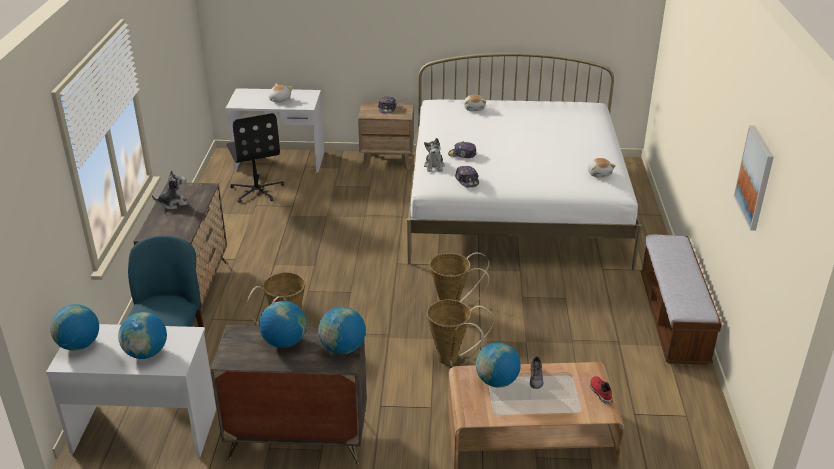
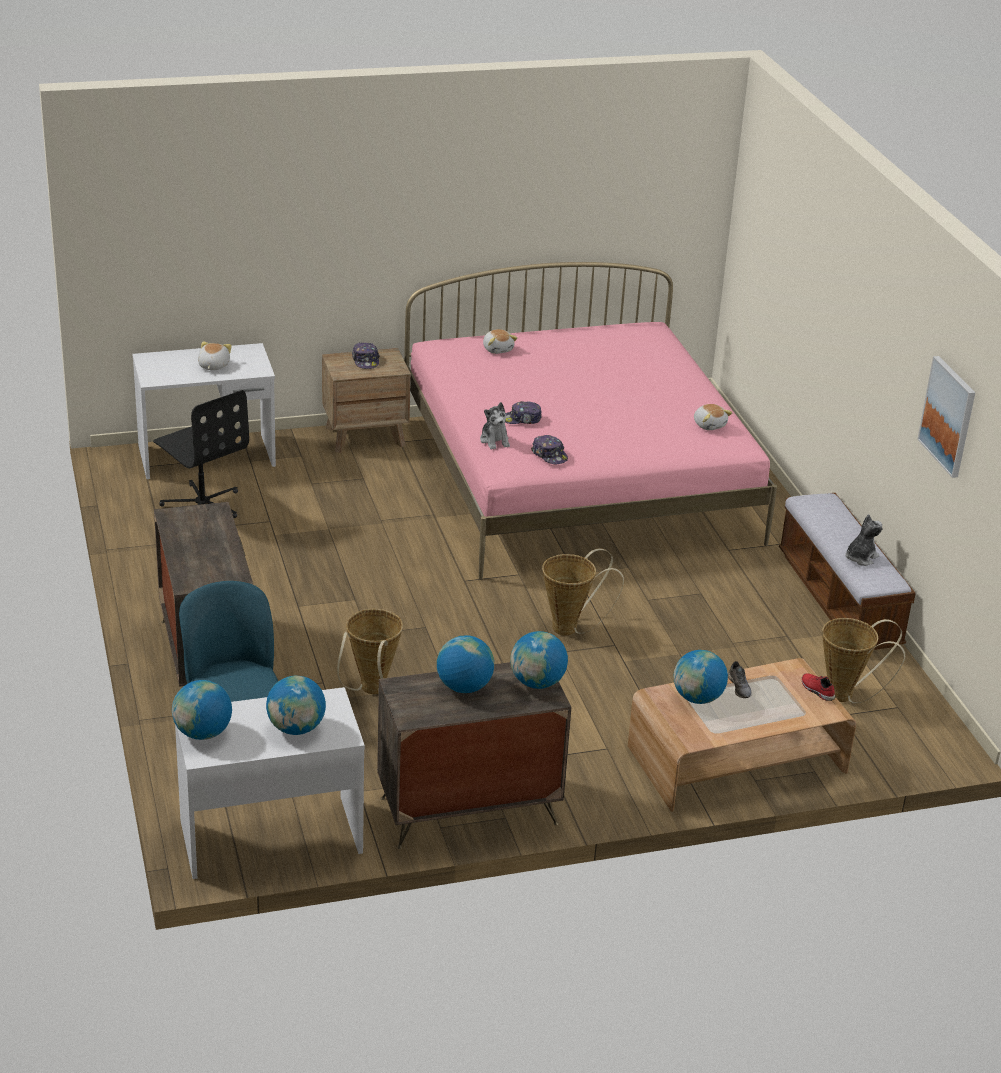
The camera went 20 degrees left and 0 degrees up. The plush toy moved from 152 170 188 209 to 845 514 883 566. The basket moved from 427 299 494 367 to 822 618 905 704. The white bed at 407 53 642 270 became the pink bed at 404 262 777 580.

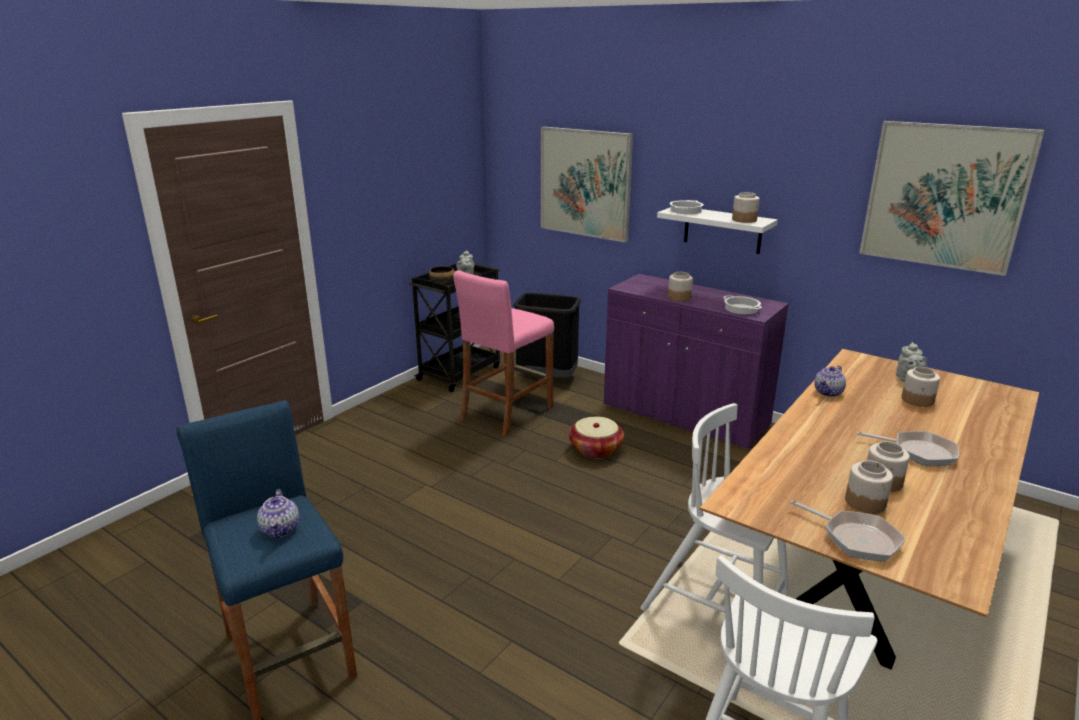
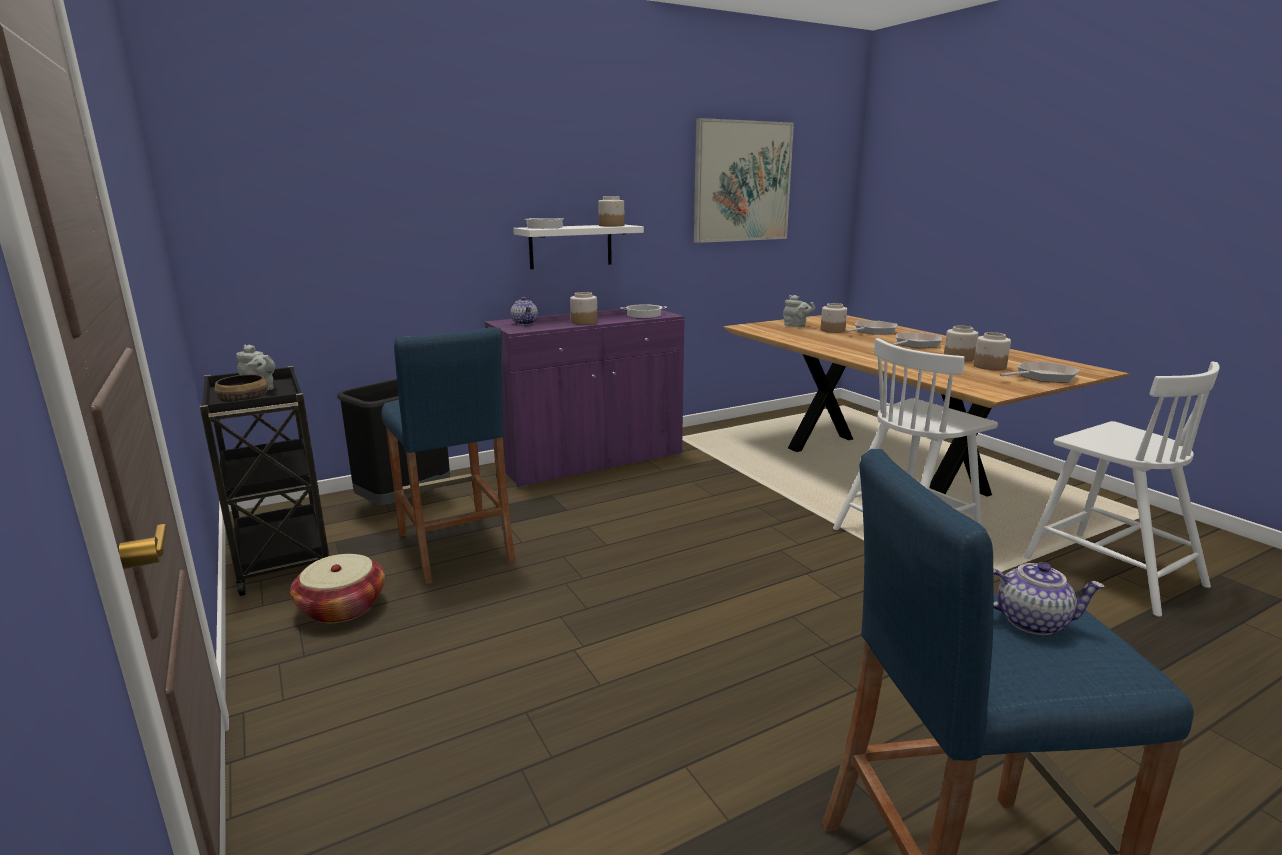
The camera went 65 degrees left and 5 degrees down. The picture at 541 127 633 243 disappeared. The frying pan at 846 321 897 335 appeared. The basket moved from 569 417 624 459 to 290 554 385 623. The teapot moved from 814 366 846 397 to 511 297 538 325. The pink stool at 453 270 554 437 became the blue stool at 381 327 515 584.

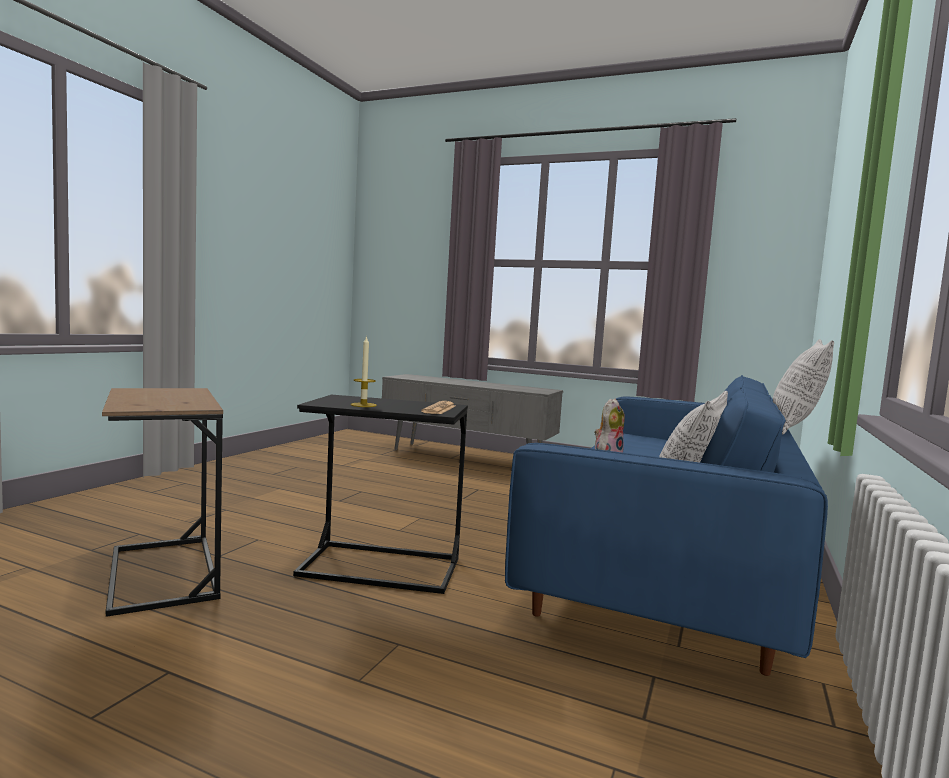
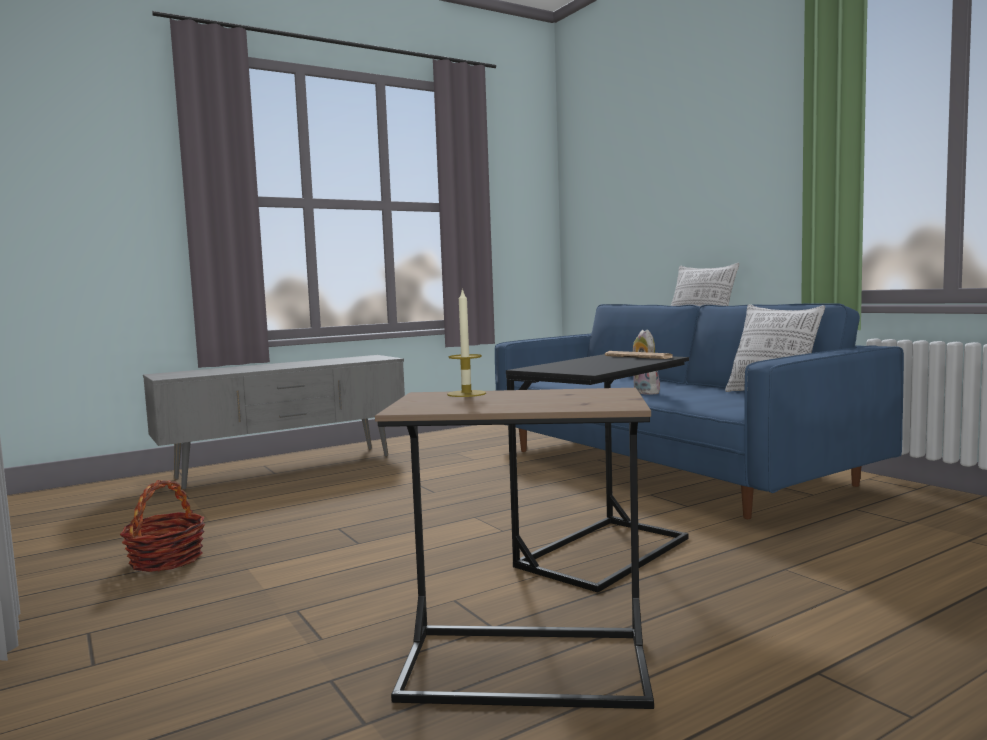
The camera went 55 degrees left and 0 degrees up. The basket at 120 480 205 572 appeared. The candle moved from 351 336 377 407 to 447 288 486 397.

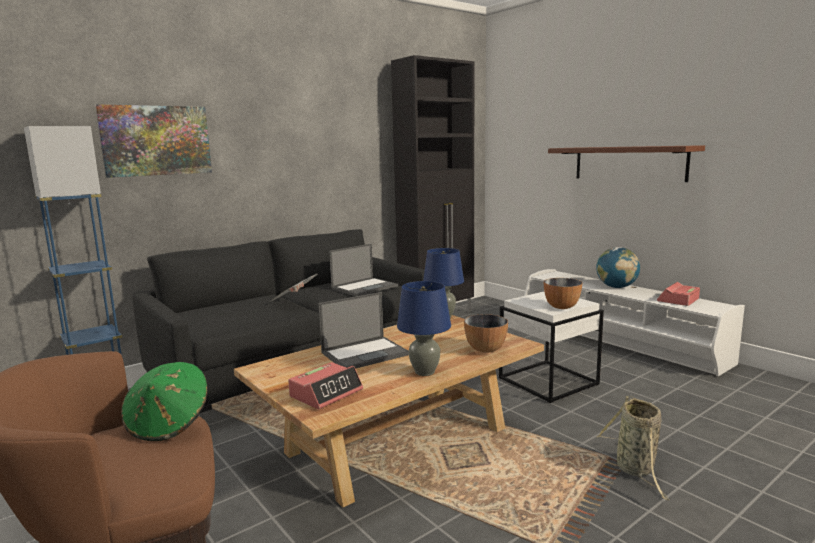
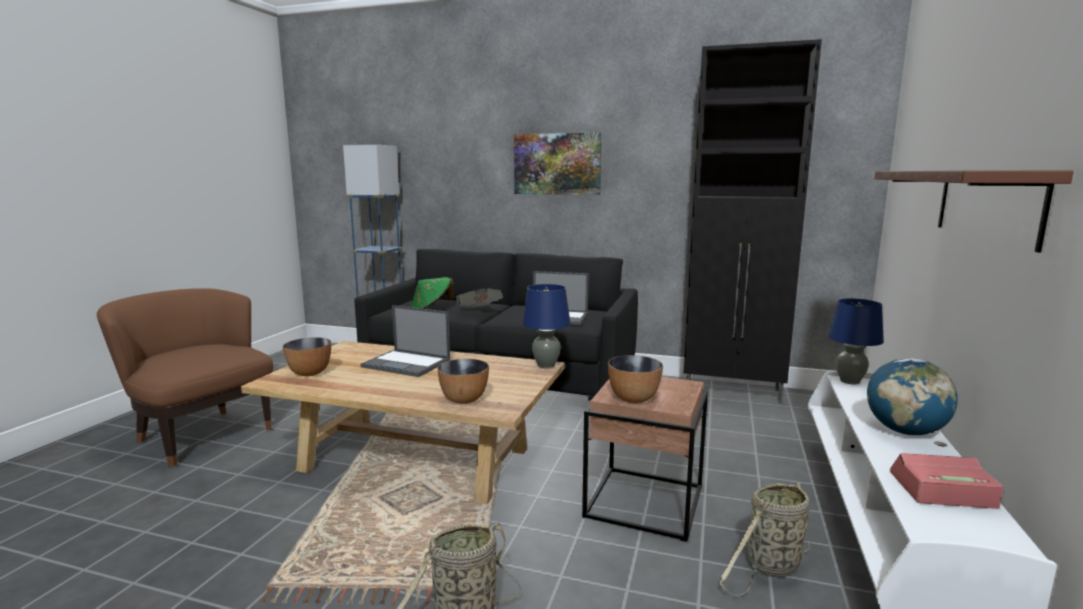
The camera went 55 degrees right and 0 degrees up. The basket at 719 482 810 596 appeared. The picture moved from 95 104 212 177 to 514 133 602 195. The green hat moved from 121 362 208 441 to 411 277 454 309. The blue table lamp moved from 397 281 451 376 to 828 298 884 384. The alarm clock at 288 362 363 409 was replaced by the bowl at 283 337 331 376. The white side table at 499 292 604 403 became the brown side table at 582 377 708 542.

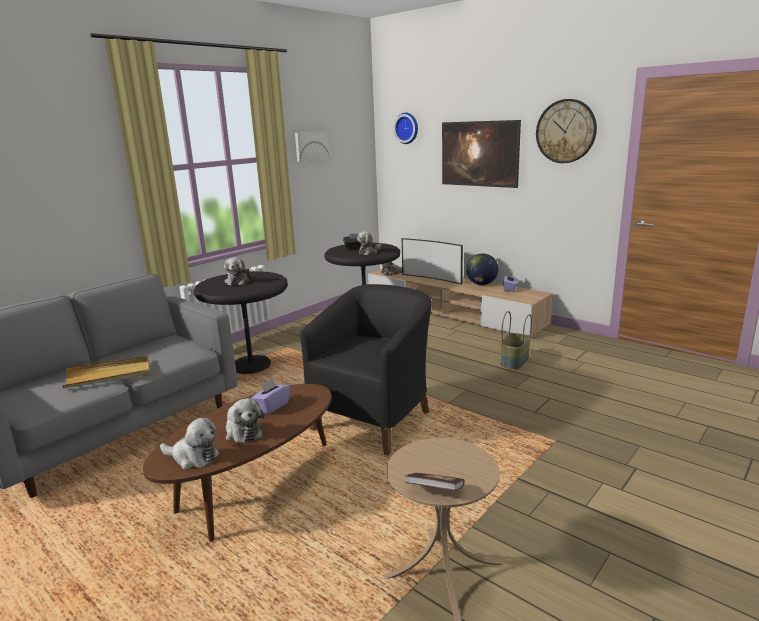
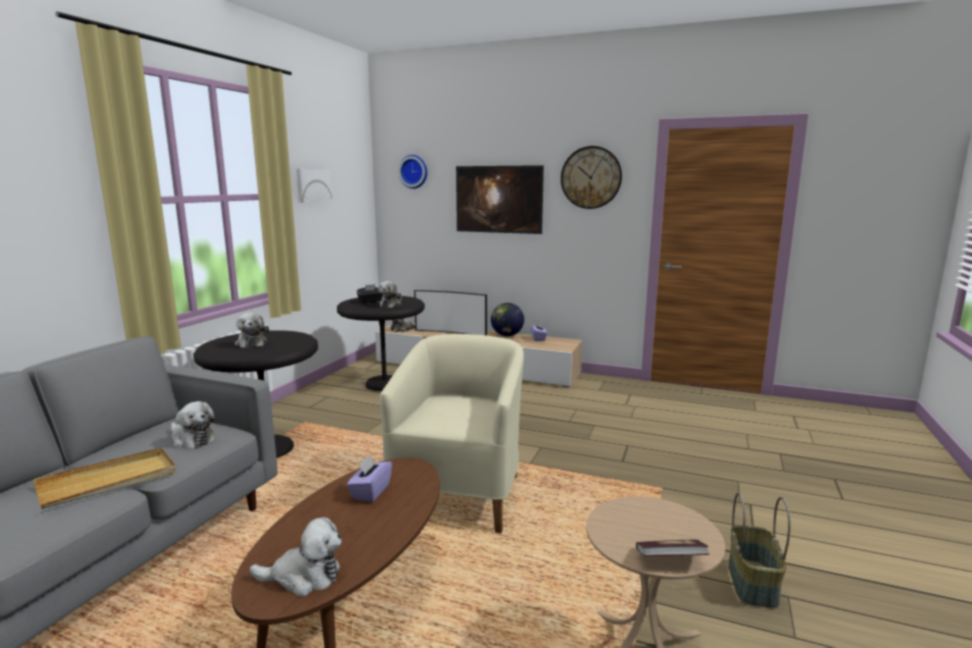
The camera went 20 degrees left and 5 degrees down. The plush toy moved from 226 398 264 443 to 170 401 216 449. The basket moved from 501 311 532 369 to 729 492 791 609. The black armchair at 300 284 432 456 became the beige armchair at 380 334 524 533.

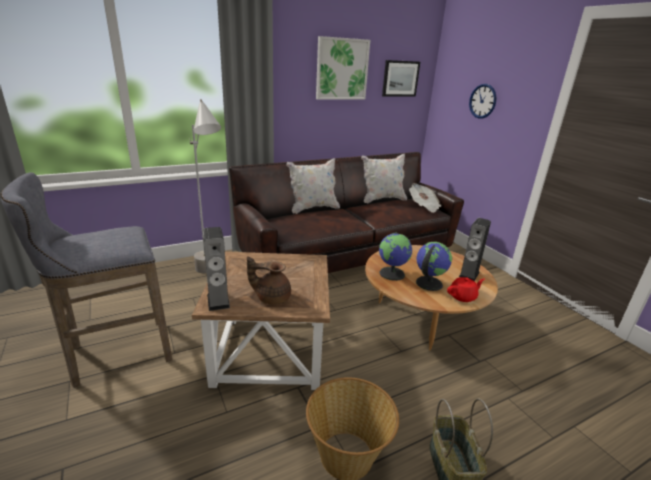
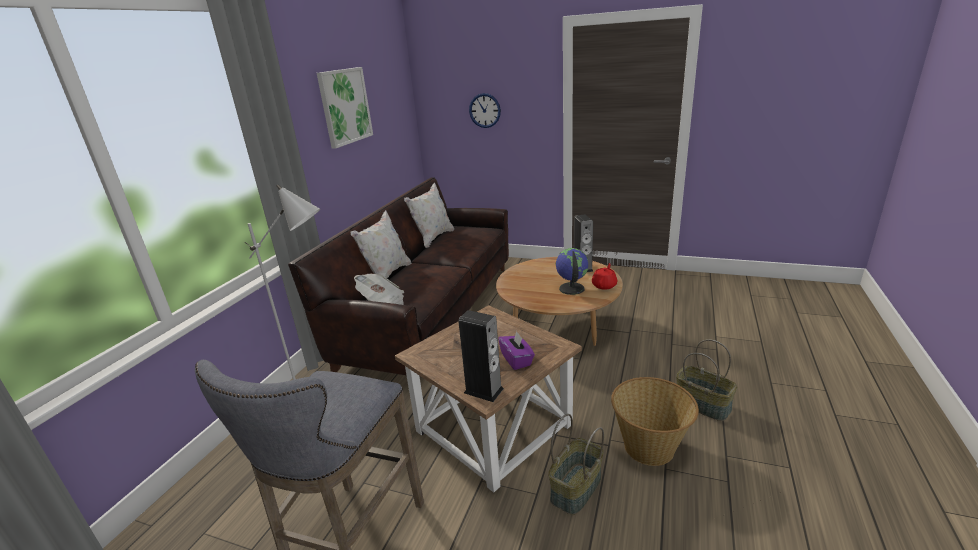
The camera went 40 degrees left and 0 degrees up. The globe at 379 232 413 281 disappeared. The picture at 382 60 420 97 disappeared. The basket at 548 414 604 515 appeared. The newspaper moved from 409 183 441 213 to 354 274 404 305. The brown teapot at 247 256 291 305 was replaced by the purple tissue box at 498 331 535 370.

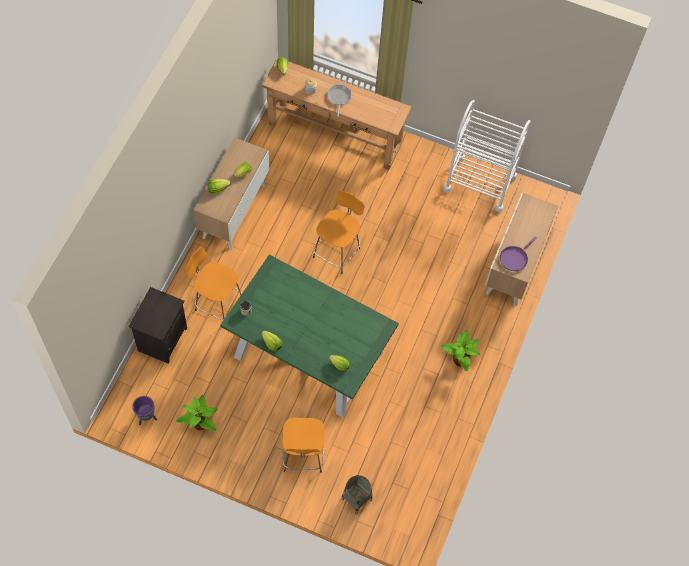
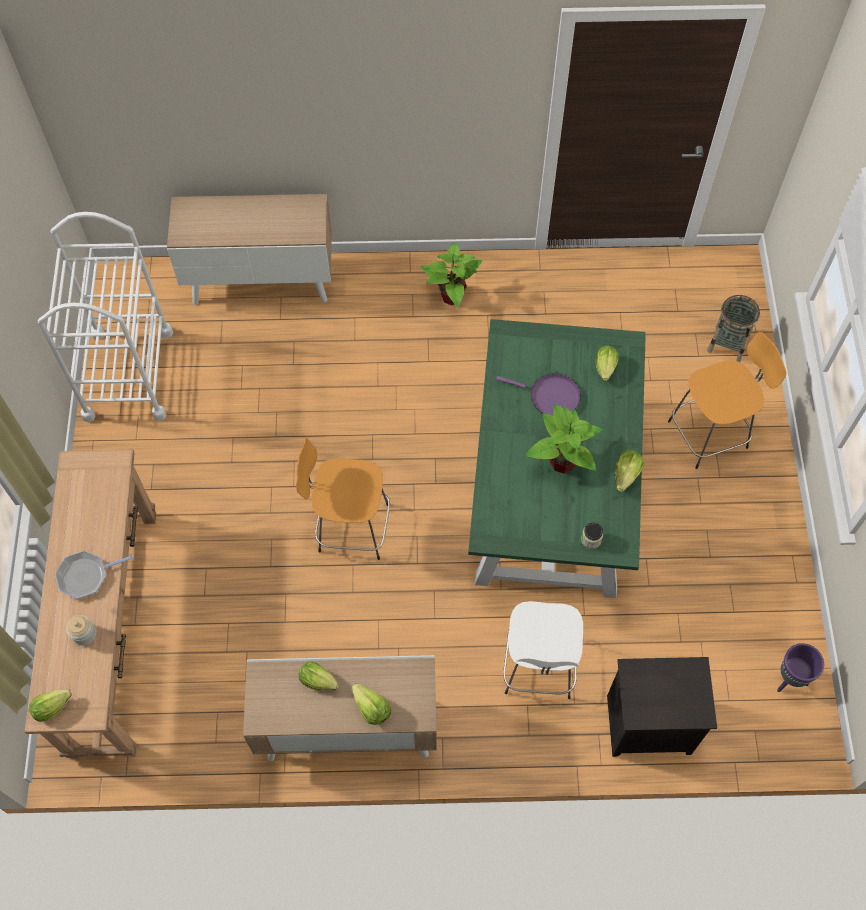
The camera went 110 degrees left and 0 degrees up. The potted plant moved from 176 395 218 431 to 526 404 602 473. The purple frying pan moved from 500 237 537 271 to 496 373 581 416. The orange stool at 185 246 242 320 became the white stool at 503 601 583 699.

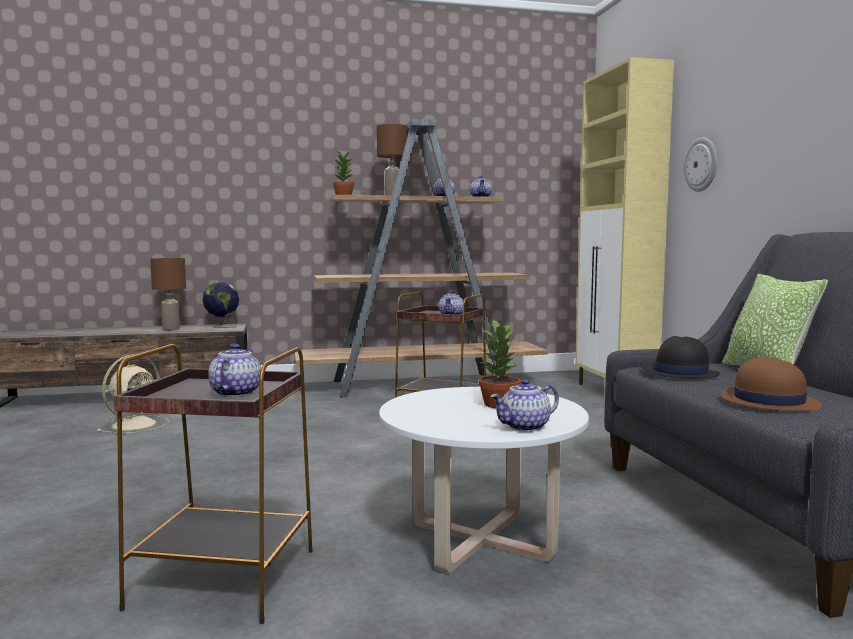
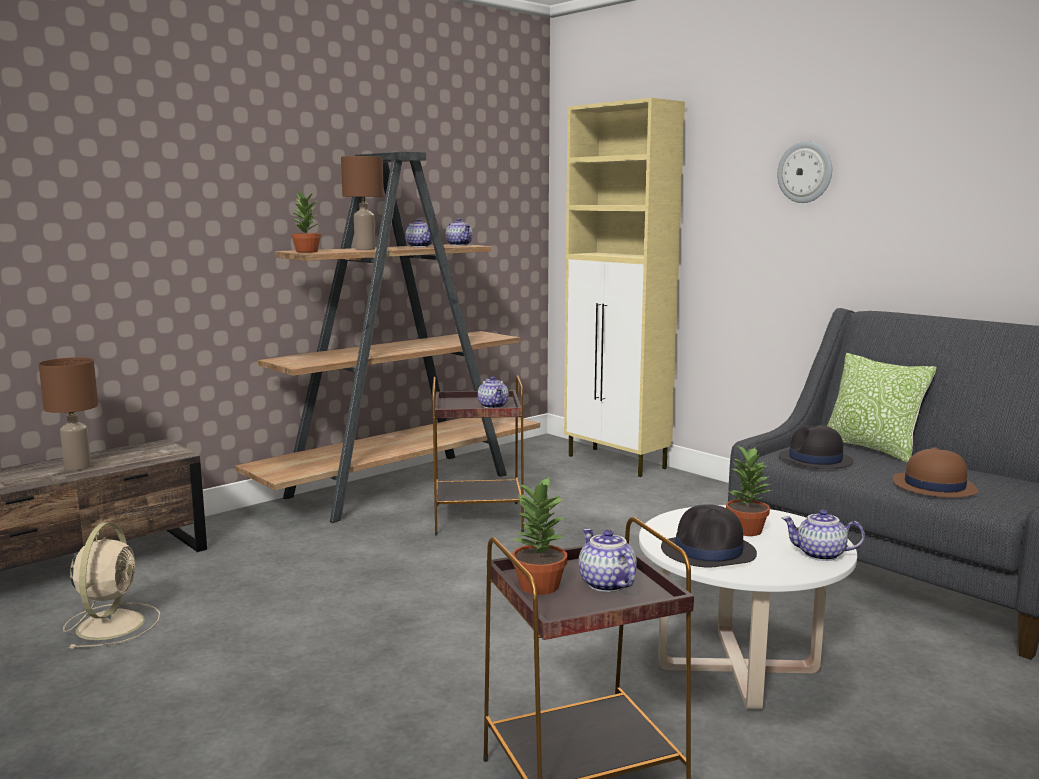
The camera went 30 degrees left and 5 degrees up. The globe at 202 282 239 328 disappeared. The potted plant at 512 477 567 595 appeared. The black hat at 661 504 757 568 appeared. The wall clock moved from 684 137 717 192 to 777 141 832 203. The teapot at 490 379 559 432 turned 75 degrees clockwise.

